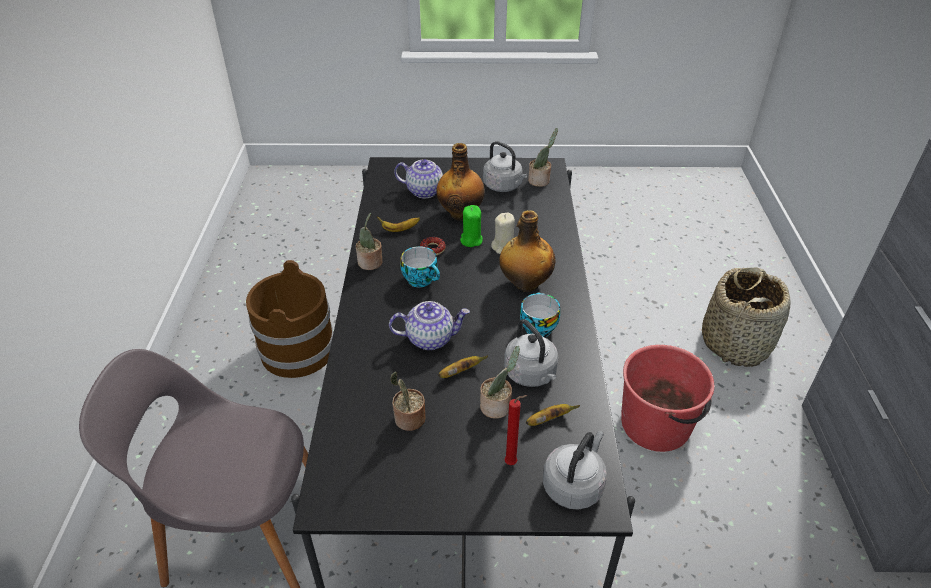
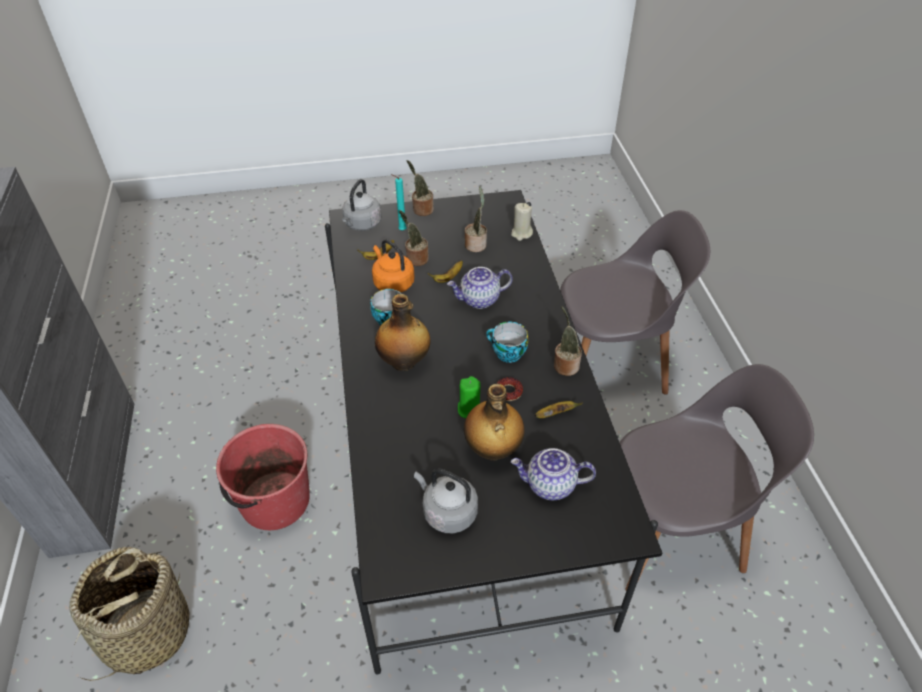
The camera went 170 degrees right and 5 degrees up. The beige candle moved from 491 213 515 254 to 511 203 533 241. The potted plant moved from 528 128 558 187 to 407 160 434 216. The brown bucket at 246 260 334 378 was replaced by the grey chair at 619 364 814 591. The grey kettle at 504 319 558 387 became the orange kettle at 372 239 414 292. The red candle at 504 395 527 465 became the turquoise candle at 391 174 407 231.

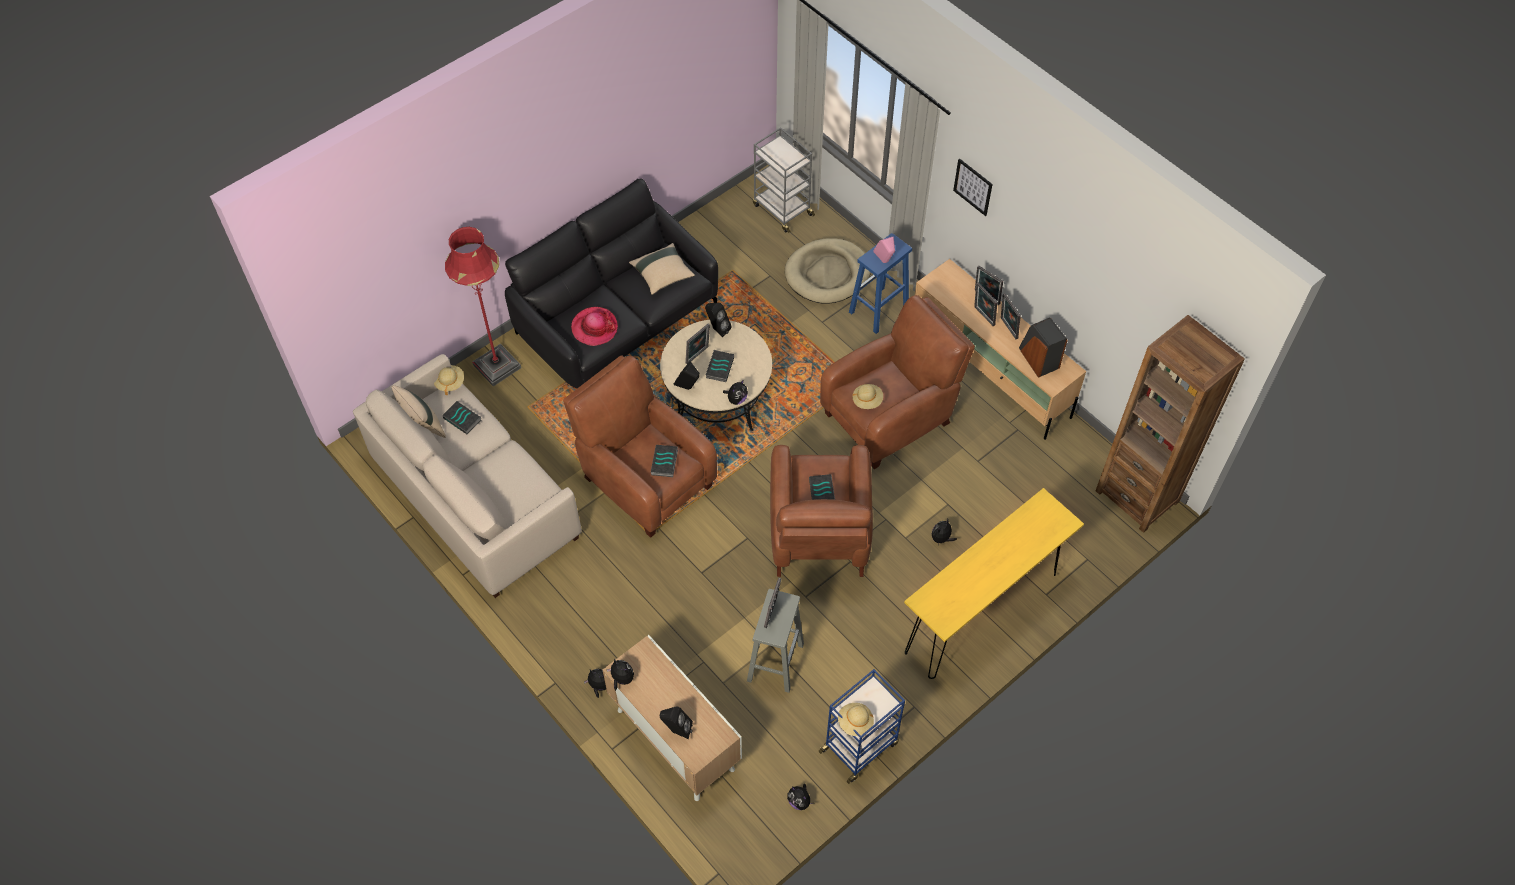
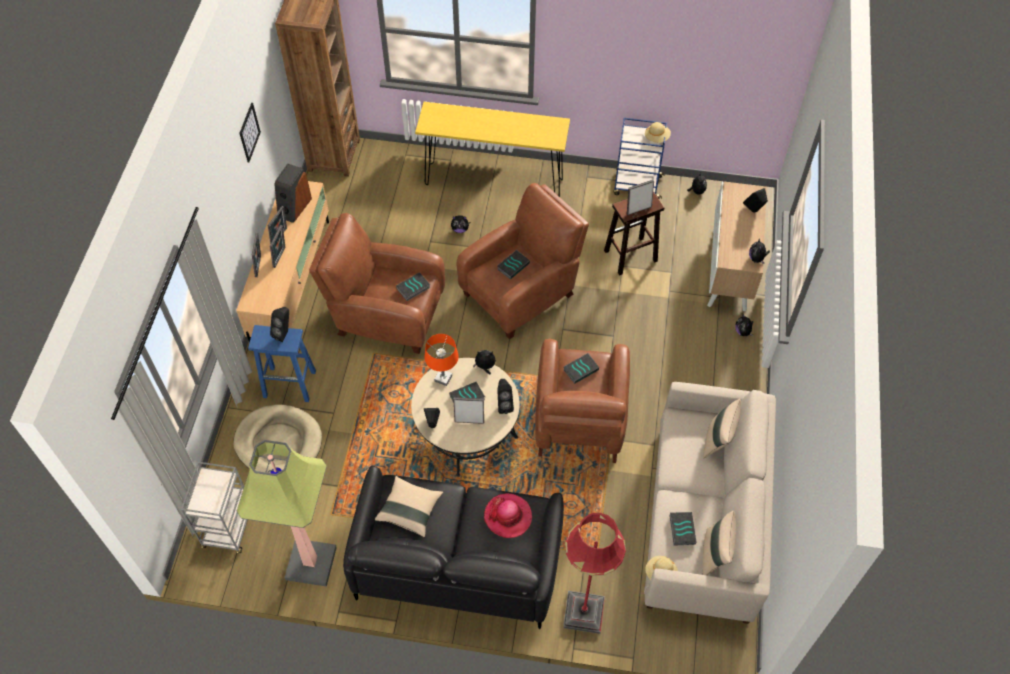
The camera went 130 degrees left and 0 degrees up. The floor lamp at 237 440 337 587 appeared. The orange table lamp at 425 334 459 386 appeared. The beige pillow at 703 399 741 459 appeared. The picture moved from 953 158 993 216 to 239 103 261 162. The beige hat at 852 384 883 409 was replaced by the book at 396 272 430 301. The grey stool at 747 589 804 693 became the brown stool at 604 191 664 276. The pink speaker at 873 236 895 263 became the black speaker at 270 307 289 342.

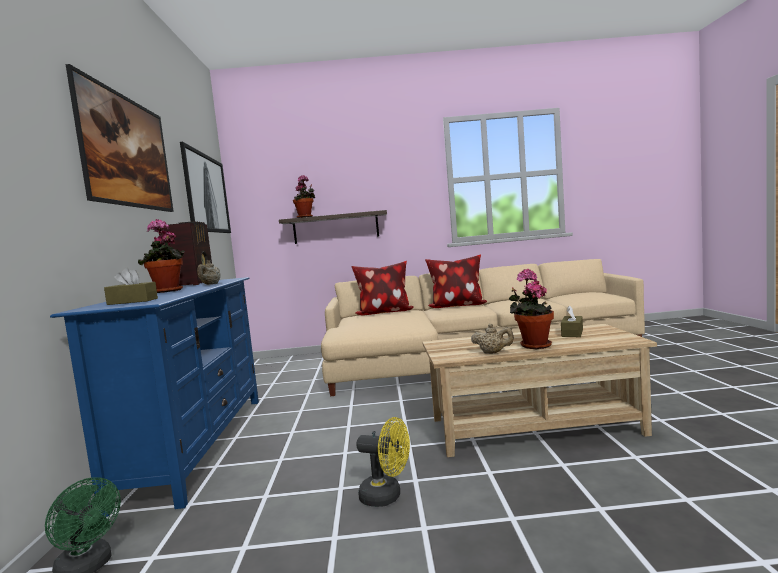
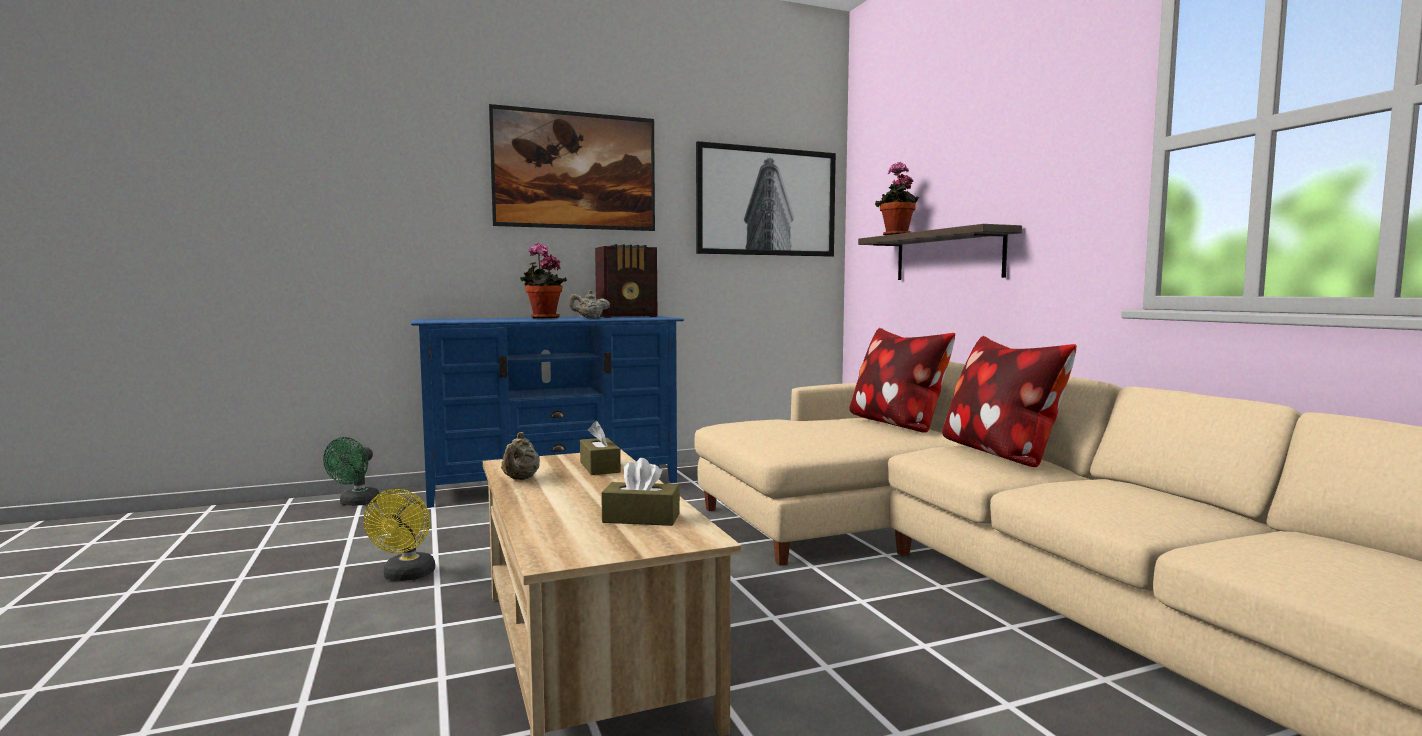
The camera went 70 degrees right and 0 degrees up. The potted plant at 509 269 554 349 disappeared. The brown tissue box moved from 104 268 158 305 to 580 421 621 475.

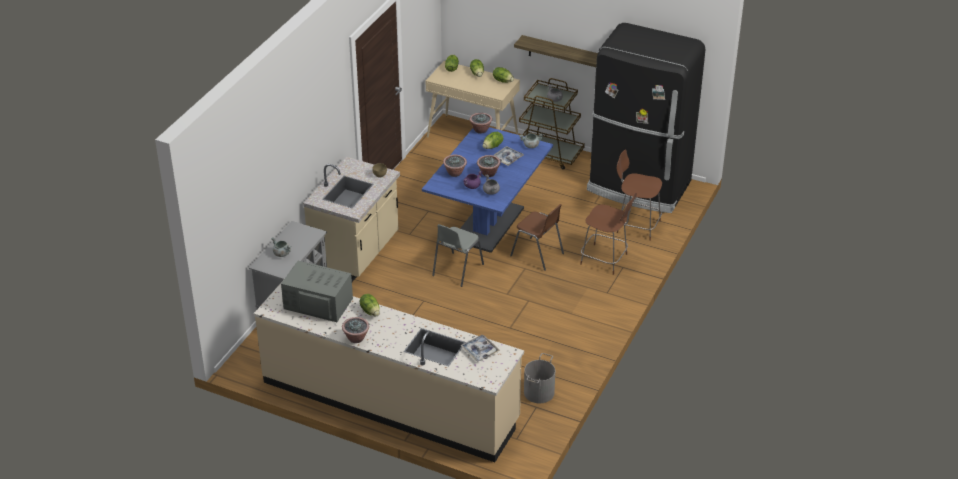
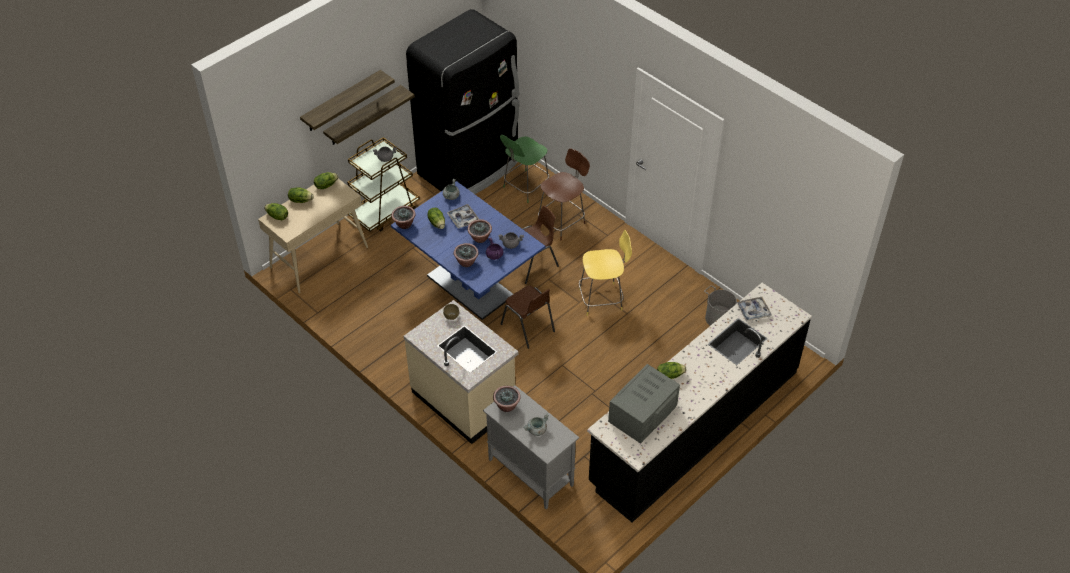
The camera went 70 degrees left and 10 degrees up. The shelf at 300 70 395 131 appeared. The yellow stool at 579 230 632 316 appeared. The potted plant moved from 342 317 369 343 to 493 386 521 412. The beige counter at 254 281 524 462 became the black counter at 587 283 812 522. The grey chair at 432 224 484 287 became the brown chair at 501 286 555 349. The brown stool at 617 149 662 241 became the green stool at 500 135 550 203.

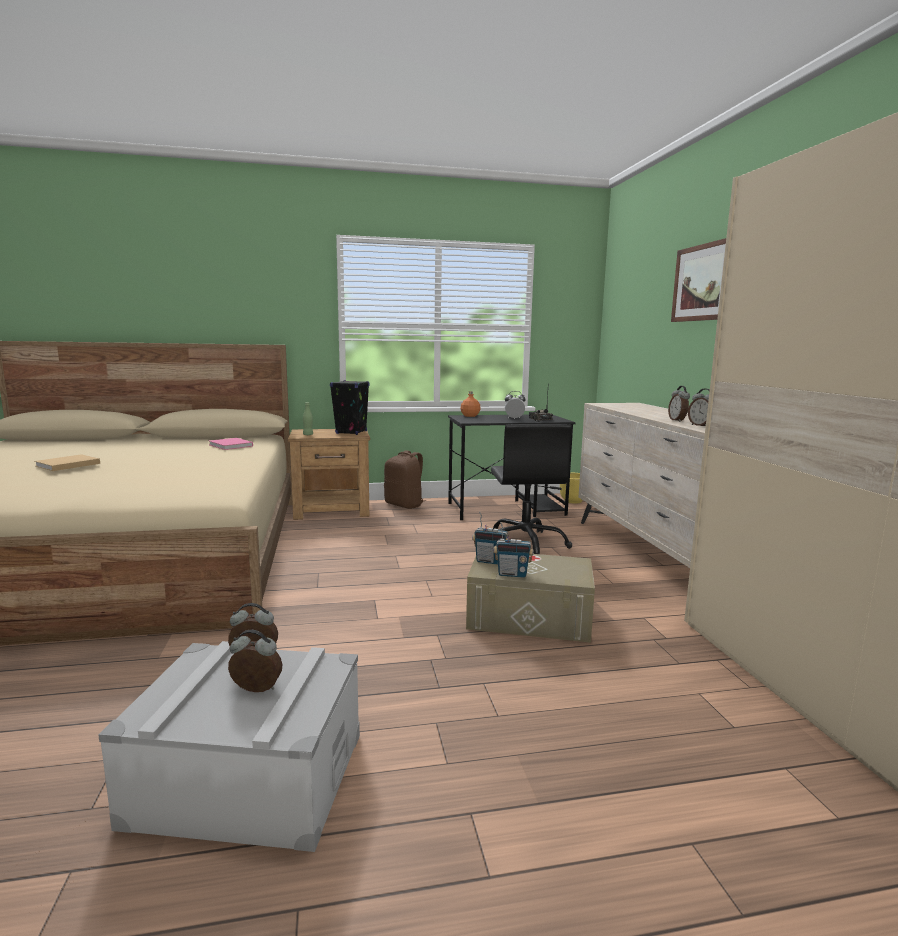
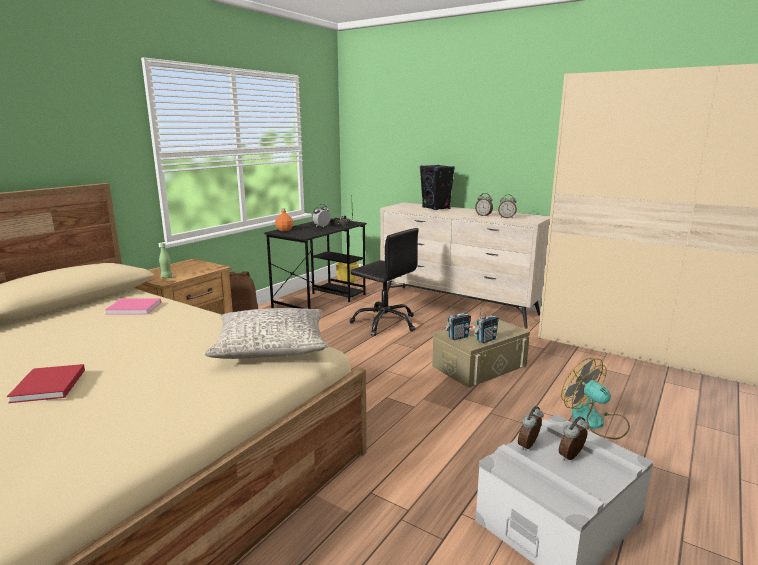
The camera went 45 degrees left and 5 degrees up. The picture at 671 238 726 322 disappeared. The grey pillow at 205 308 329 359 appeared. The fan at 561 358 630 439 appeared. The black speaker moved from 330 380 369 435 to 420 165 455 210. The beige book at 34 454 100 471 became the red book at 7 364 85 403.

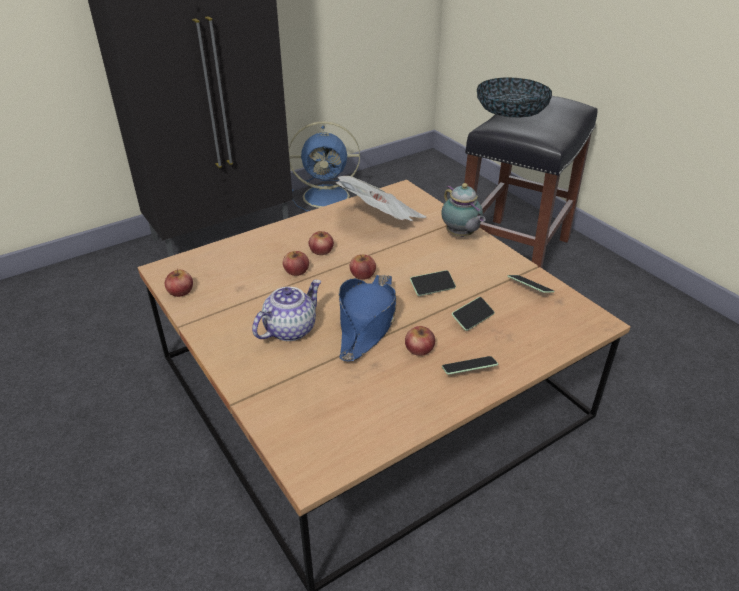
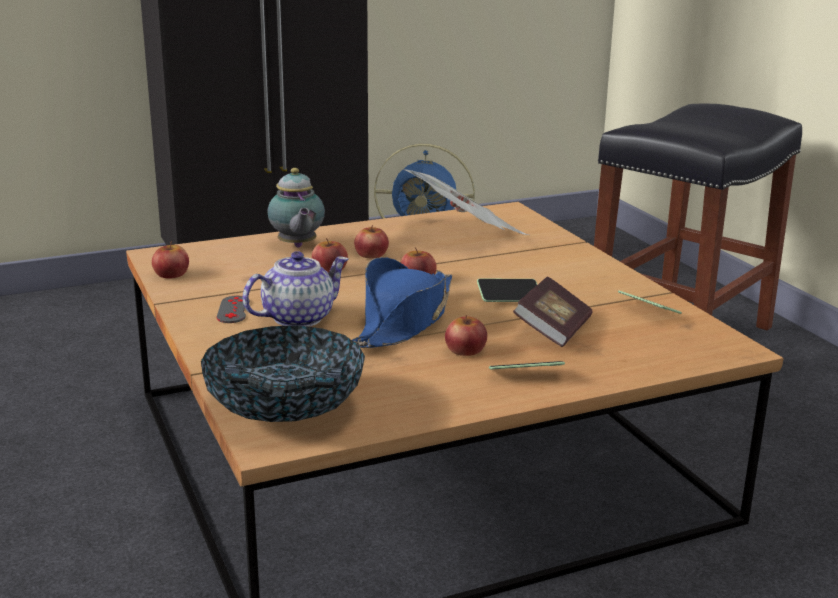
The camera went 10 degrees right and 15 degrees down. The grey game controller at 217 296 250 323 appeared. The teapot moved from 441 183 485 237 to 267 168 325 247. The bowl moved from 477 77 552 117 to 201 325 365 422. The phone at 452 297 495 331 was replaced by the book at 513 276 593 347.

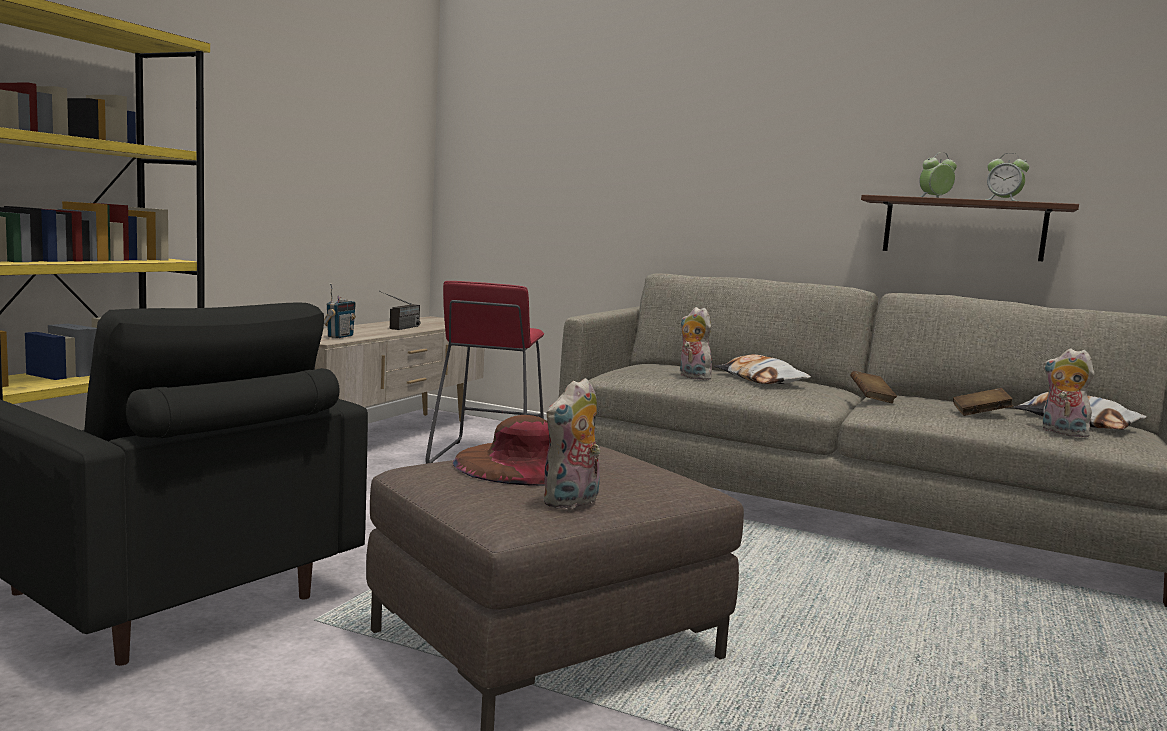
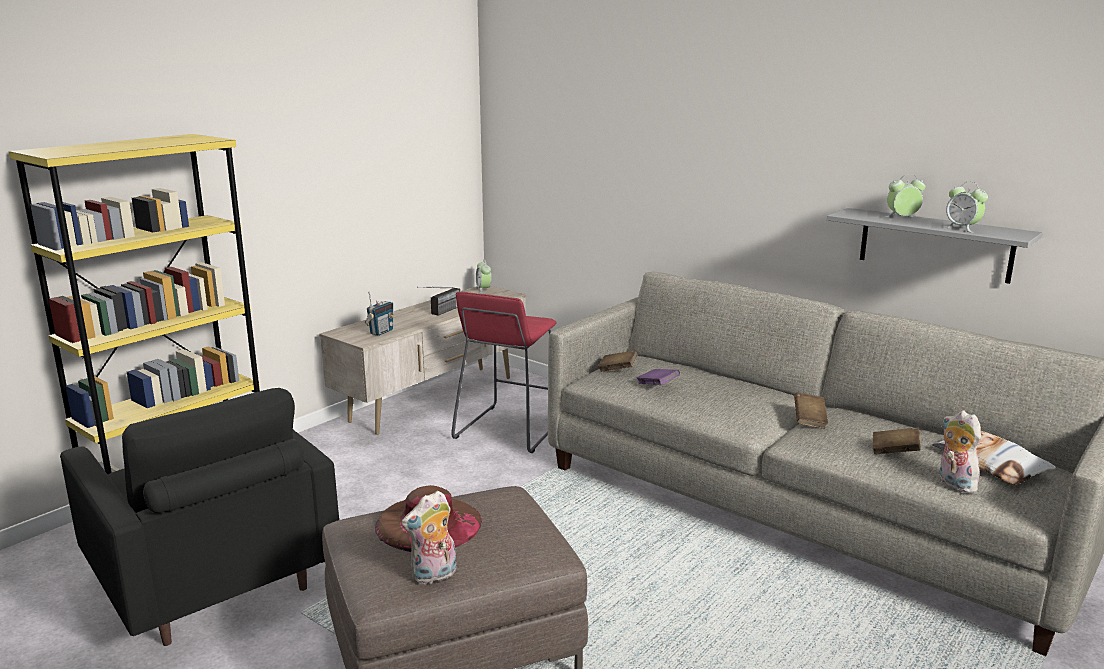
The camera went 15 degrees right and 10 degrees up. The pillow at 714 354 811 384 disappeared. The alarm clock at 476 260 491 293 appeared. The brown book at 598 350 638 372 appeared. The plush toy at 680 307 714 380 was replaced by the purple book at 637 369 680 385. The brown shelf at 861 195 1079 261 became the grey shelf at 827 208 1043 284.

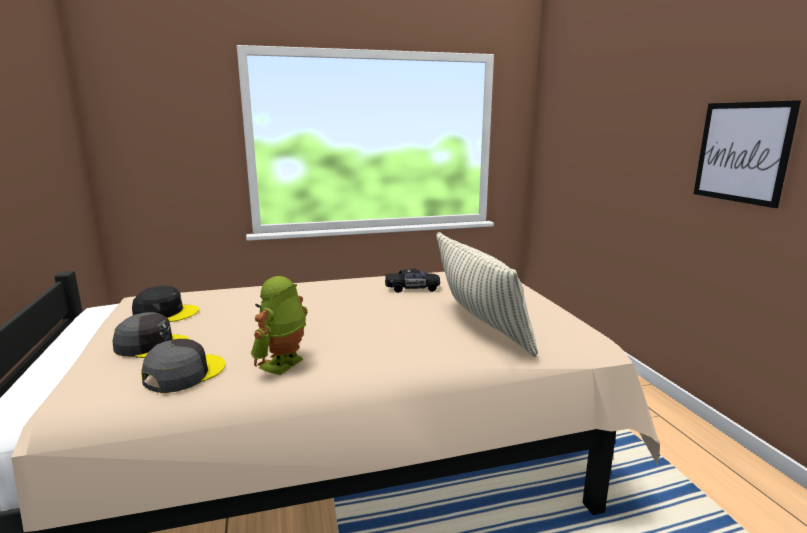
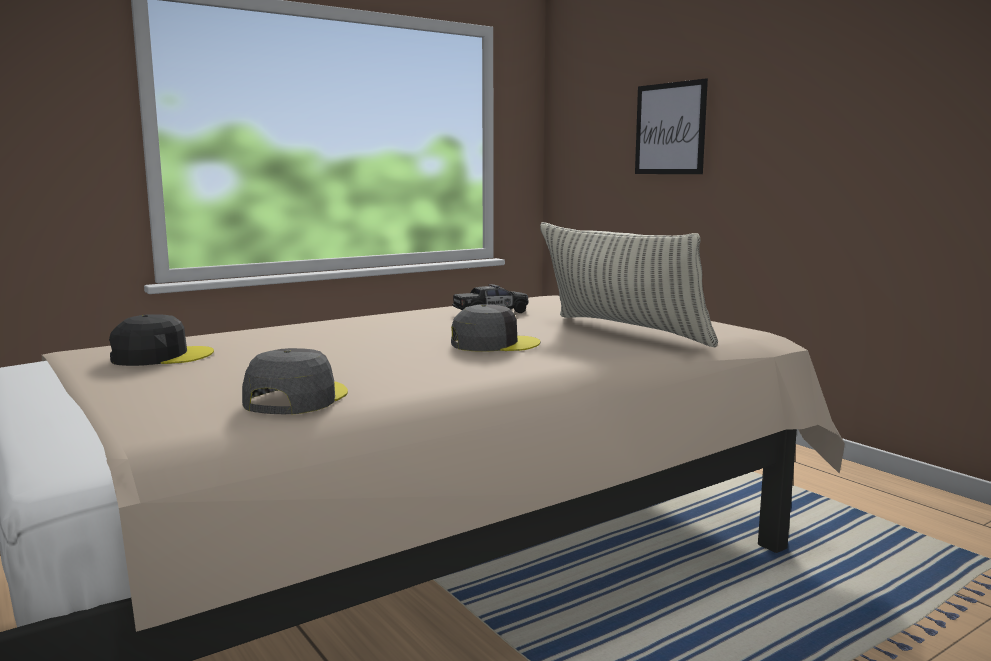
The camera went 20 degrees left and 5 degrees down. The toy robot at 251 276 308 375 disappeared. The grey cap moved from 113 312 189 358 to 451 304 540 352. The picture moved from 694 100 801 208 to 635 79 708 174.

